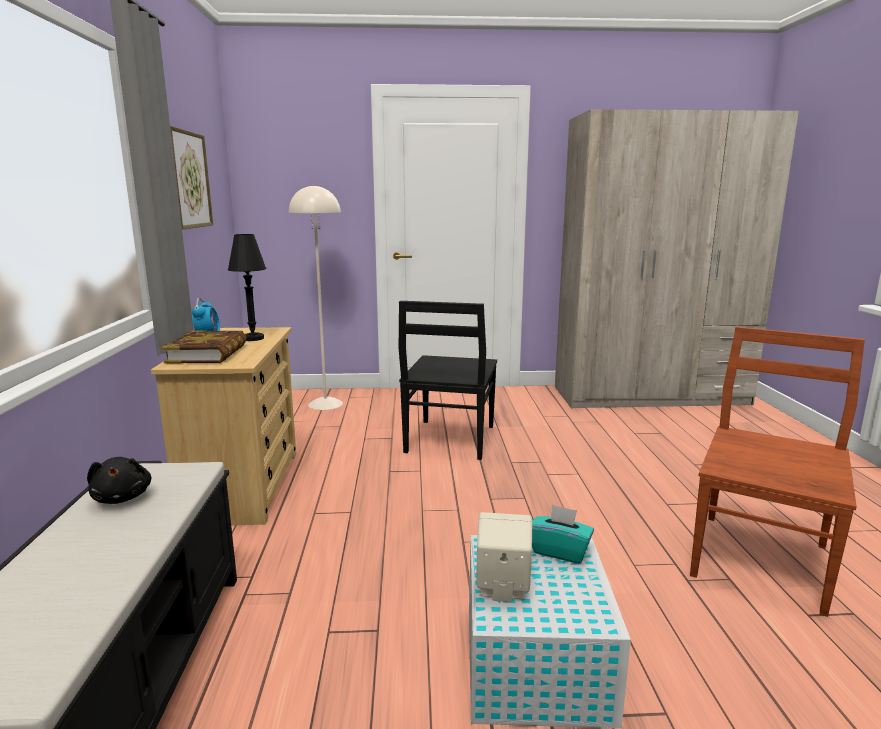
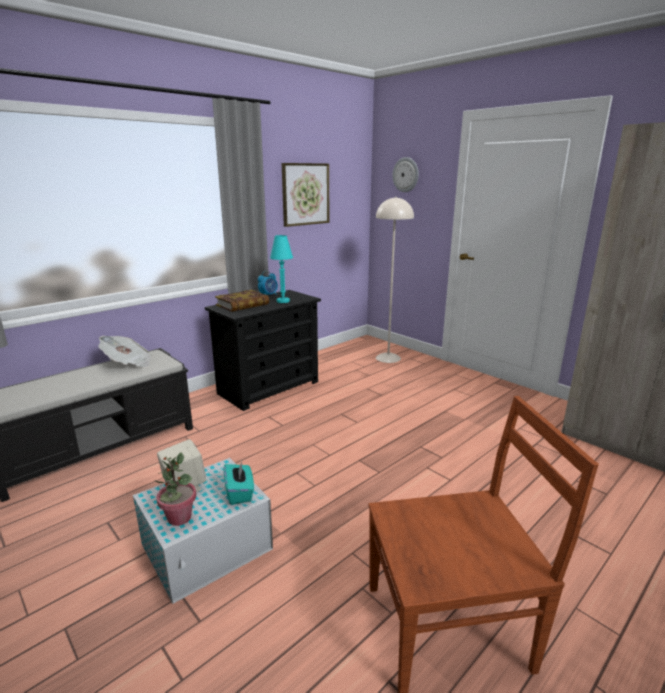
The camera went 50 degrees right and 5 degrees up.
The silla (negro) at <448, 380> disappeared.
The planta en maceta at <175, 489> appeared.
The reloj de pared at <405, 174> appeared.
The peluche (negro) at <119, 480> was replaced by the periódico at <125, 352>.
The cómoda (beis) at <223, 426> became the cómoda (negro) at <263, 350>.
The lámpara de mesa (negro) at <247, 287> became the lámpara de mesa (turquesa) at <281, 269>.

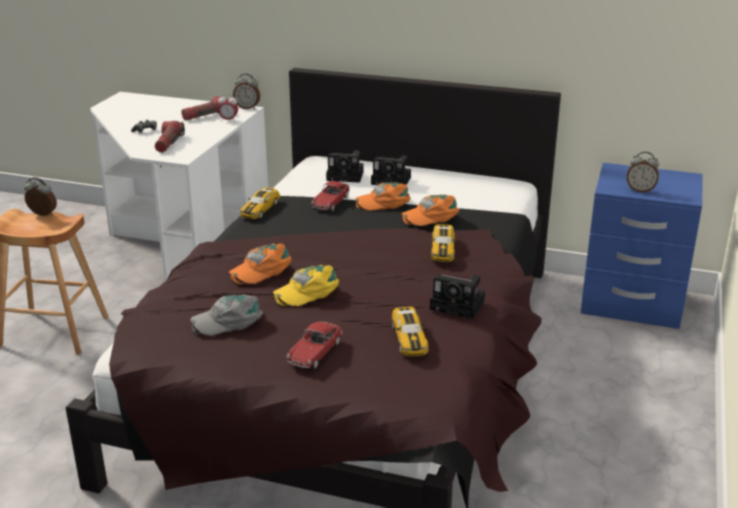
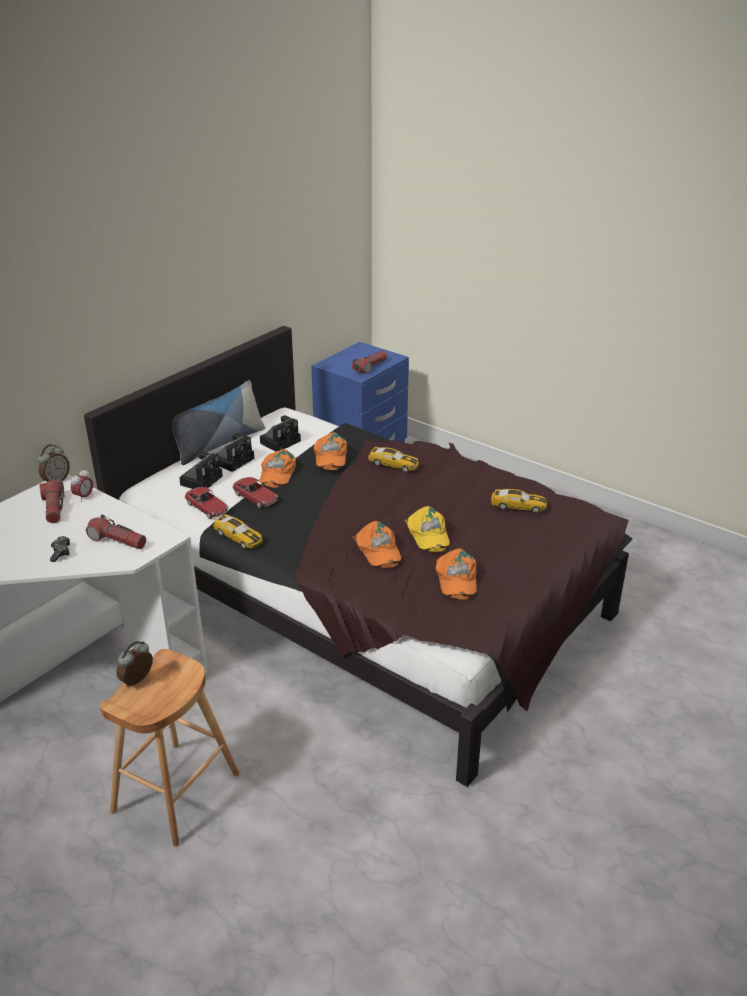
The camera went 70 degrees left and 5 degrees up.
The cojín at <218, 422> appeared.
The coche de juguete moved from <314, 345> to <206, 503>.
The cámara moved from <457, 296> to <280, 433>.
The despertador at <643, 172> was replaced by the linterna at <369, 362>.
The gorra (gris) at <226, 315> became the gorra (naranja) at <456, 574>.

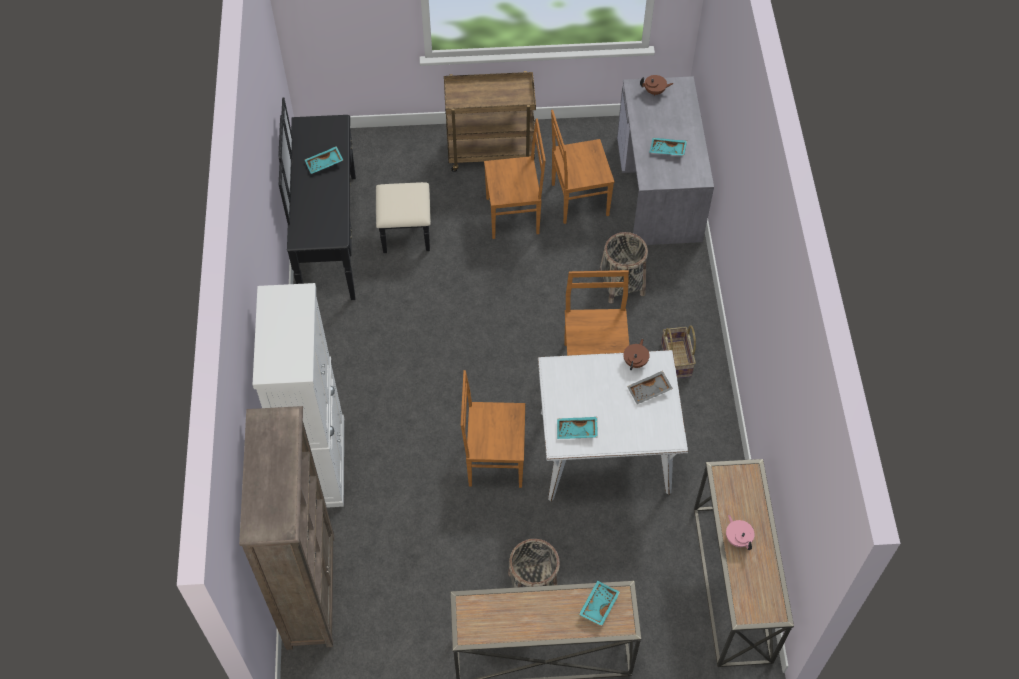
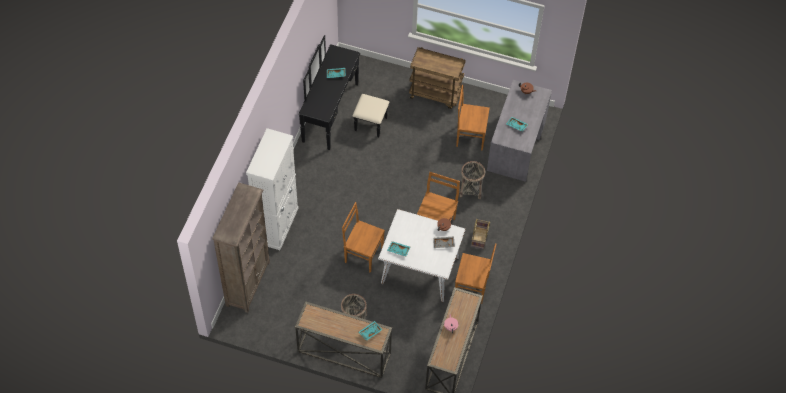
The camera went 20 degrees right and 0 degrees up.
The silla (marrón) moved from <515, 178> to <476, 273>.

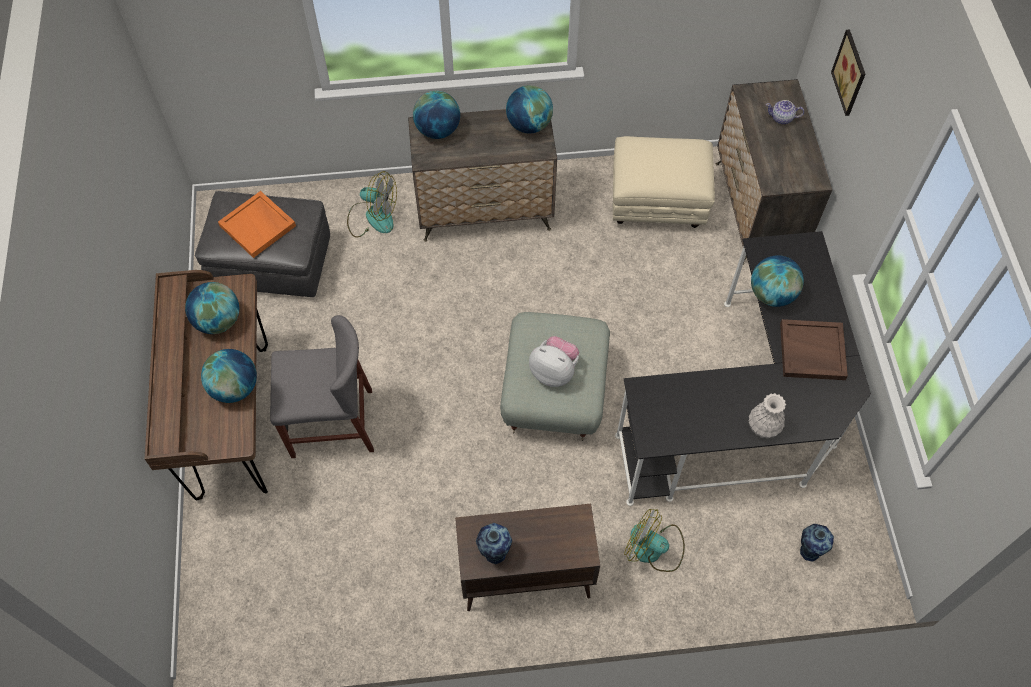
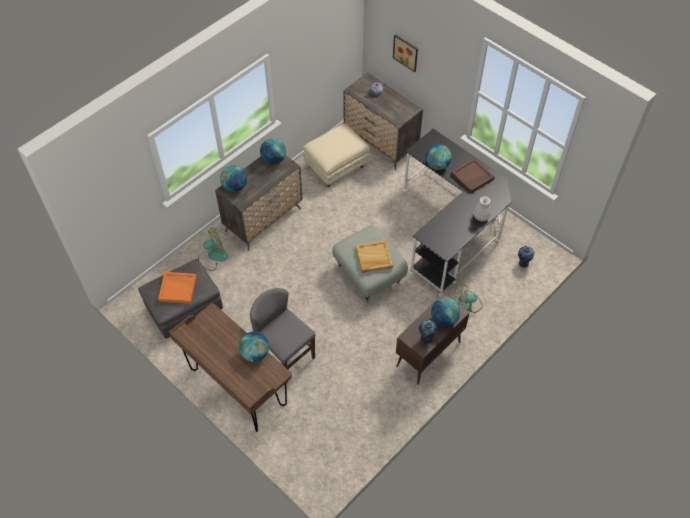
The camera went 40 degrees left and 5 degrees down.
The globo terráqueo moved from <212, 308> to <445, 312>.
The peluche at <554, 361> was replaced by the bandeja (beis) at <374, 256>.
The silla (gris) at <322, 386> turned 90 degrees counterclockwise.

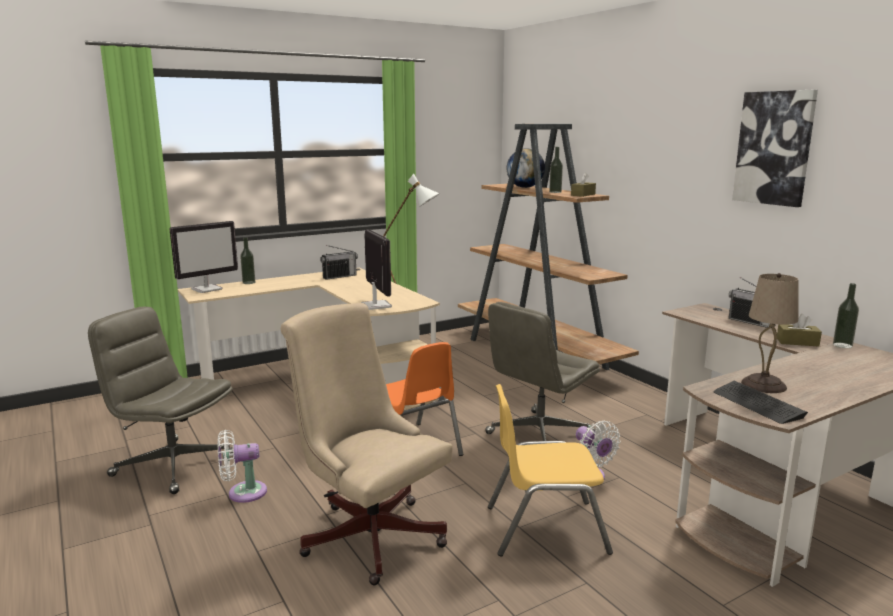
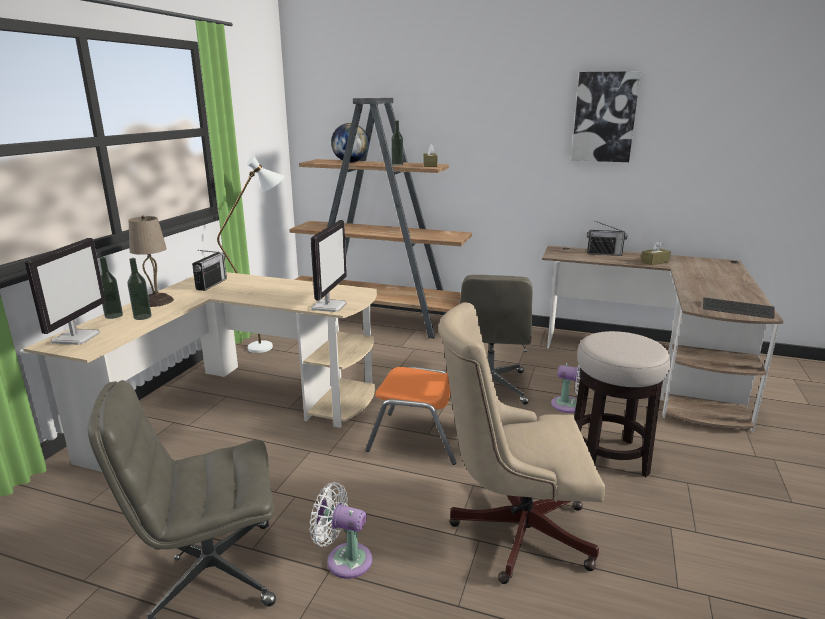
The camera went 40 degrees left and 5 degrees up.
The lámpara de mesa (beis) moved from <769, 333> to <151, 261>.
The botella moved from <846, 315> to <139, 289>.
The silla (amarillo) at <550, 470> was replaced by the taburete at <622, 404>.
The ventilador (blanco) at <242, 466> turned 75 degrees clockwise.
The monitor at <376, 269> turned 75 degrees clockwise.

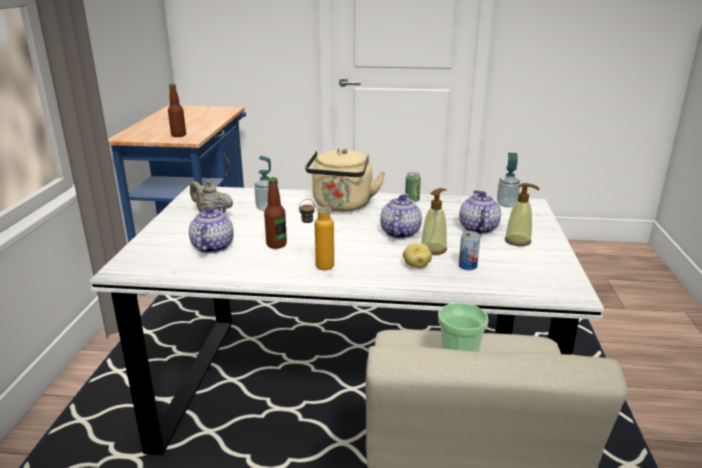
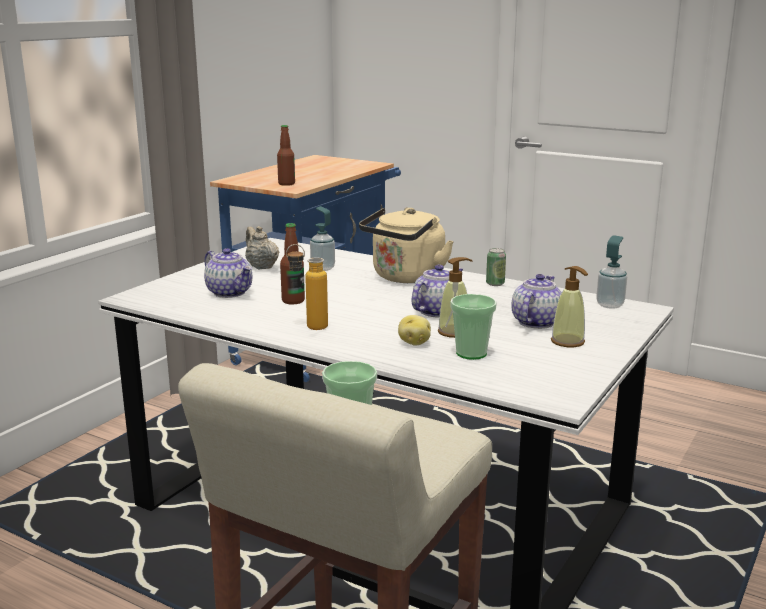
The camera went 25 degrees right and 5 degrees down.
The lata at <469, 250> was replaced by the taza at <473, 327>.
The tetera at <211, 229> turned 105 degrees clockwise.

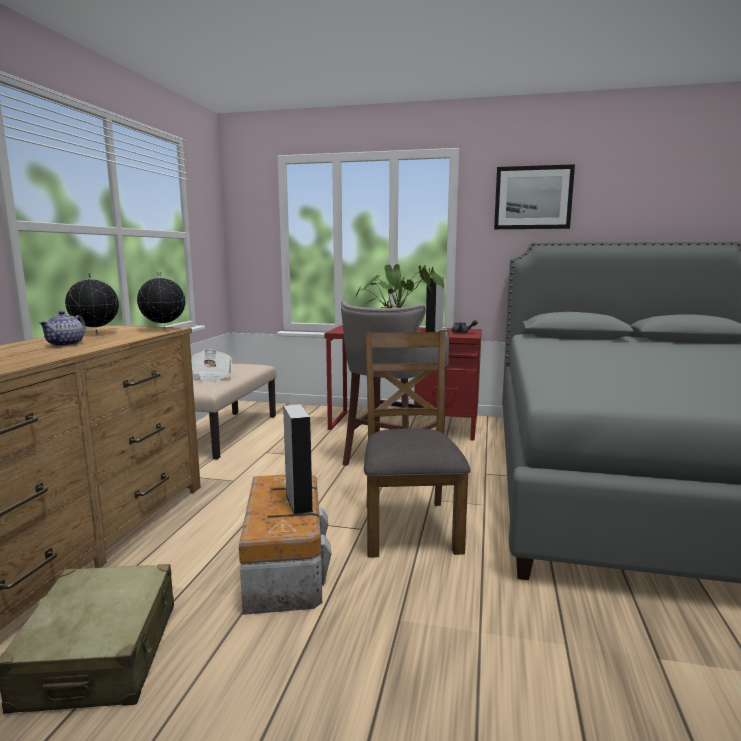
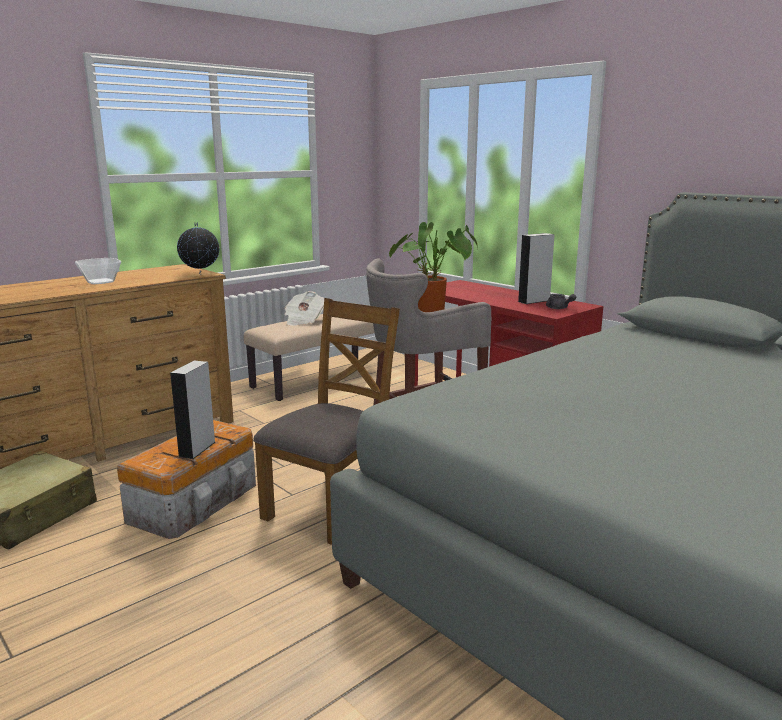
The camera went 35 degrees right and 5 degrees up.
The globo terráqueo at <92, 303> disappeared.
The cuadro at <534, 196> disappeared.
The tetera at <62, 328> was replaced by the cuenco at <98, 271>.

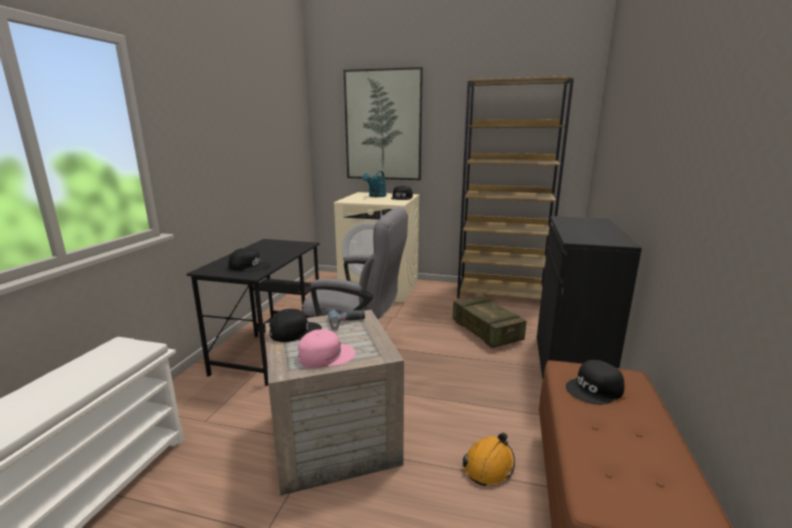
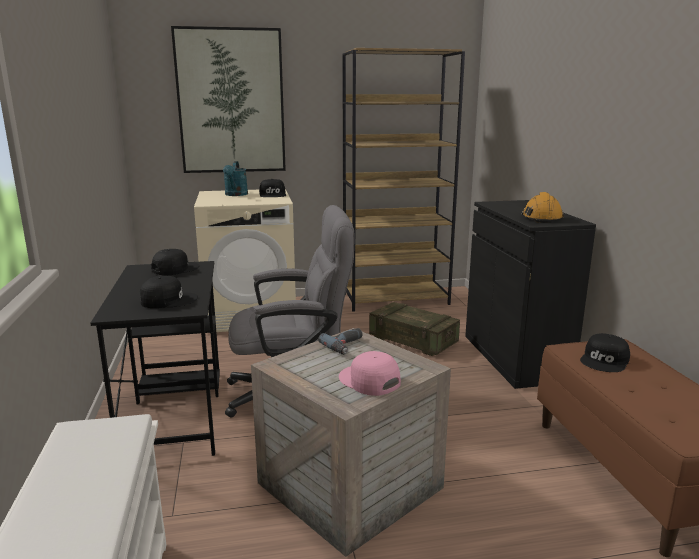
The camera went 25 degrees left and 0 degrees up.
The gorra (negro) moved from <295, 325> to <175, 262>.
The casco (naranja) moved from <489, 459> to <542, 207>.
The gorra (rosa) at <327, 348> turned 90 degrees counterclockwise.

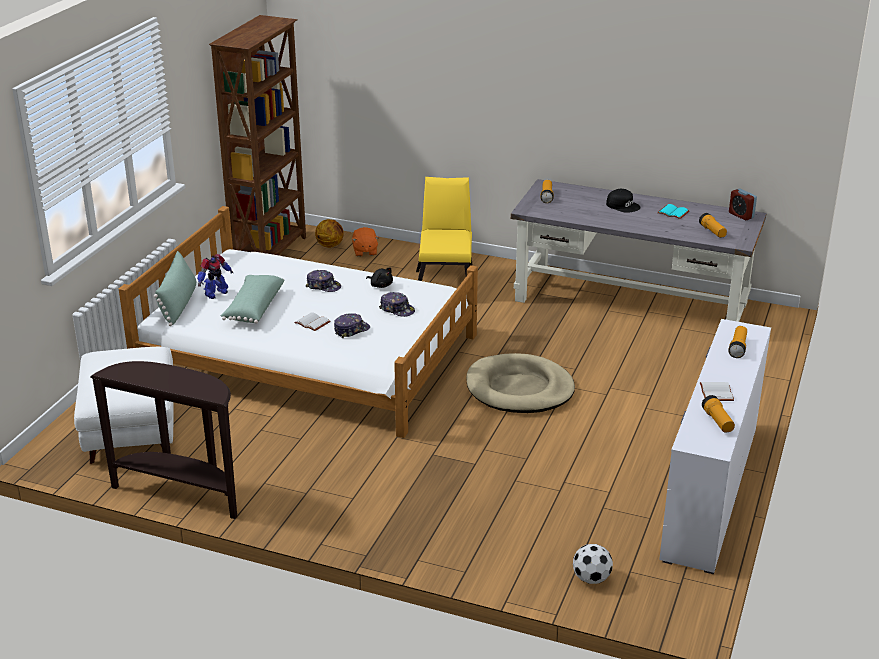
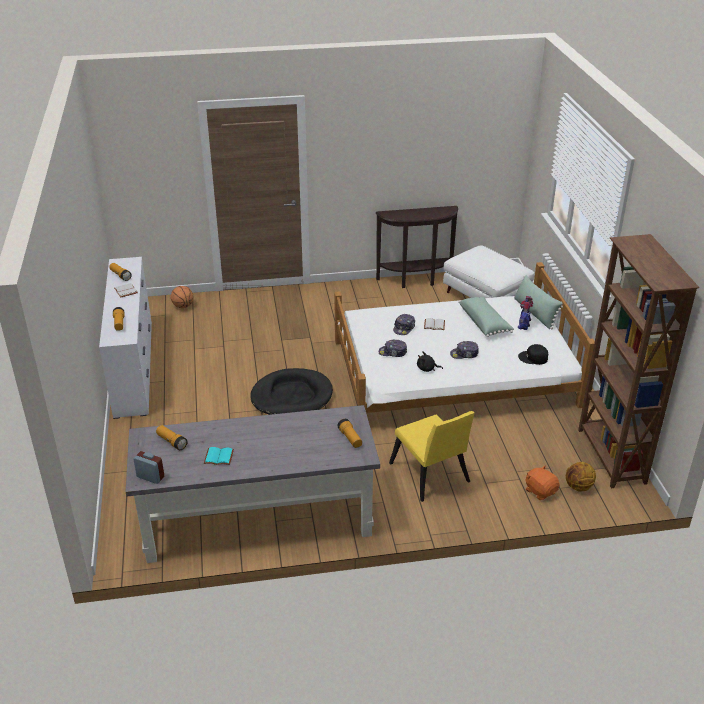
The camera went 150 degrees right and 5 degrees up.
The gorra (negro) moved from <623, 200> to <533, 354>.
The balón de fútbol at <593, 564> was replaced by the balón de baloncesto at <182, 297>.
The cama para perro (beis) at <520, 383> became the cama para perro (negro) at <291, 391>.

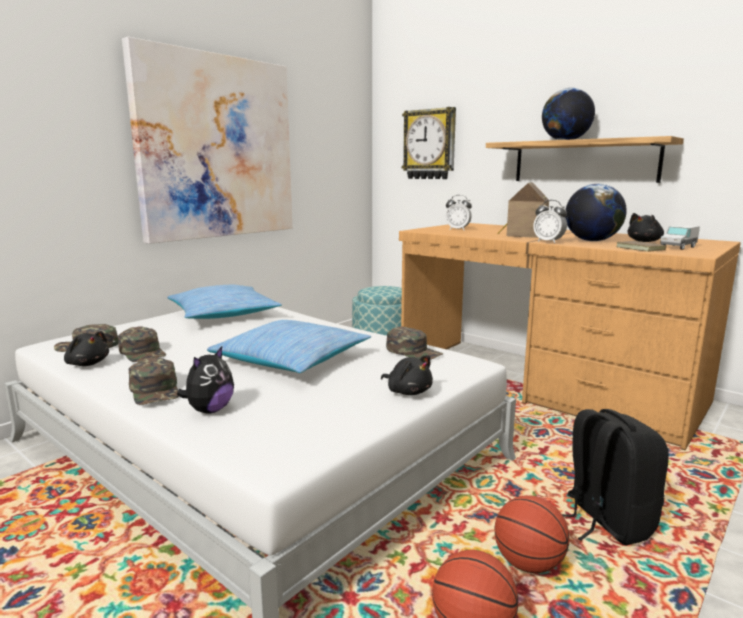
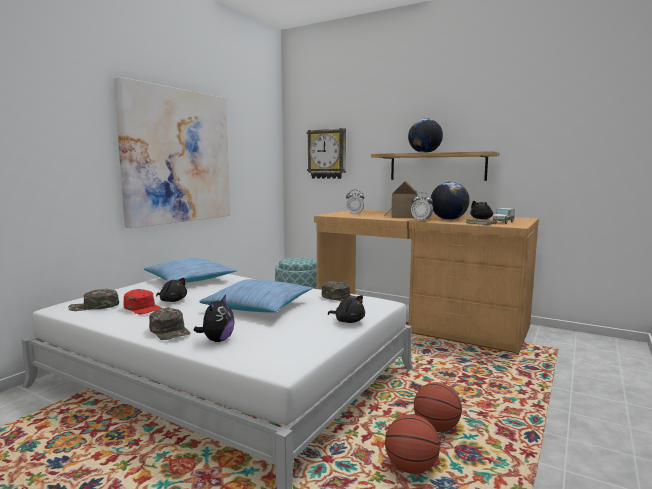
The camera went 10 degrees left and 5 degrees down.
The mochila (negro) at <615, 477> disappeared.
The peluche (negro) moved from <86, 348> to <171, 290>.
The gorra (verde) at <142, 344> became the gorra (rojo) at <142, 301>.

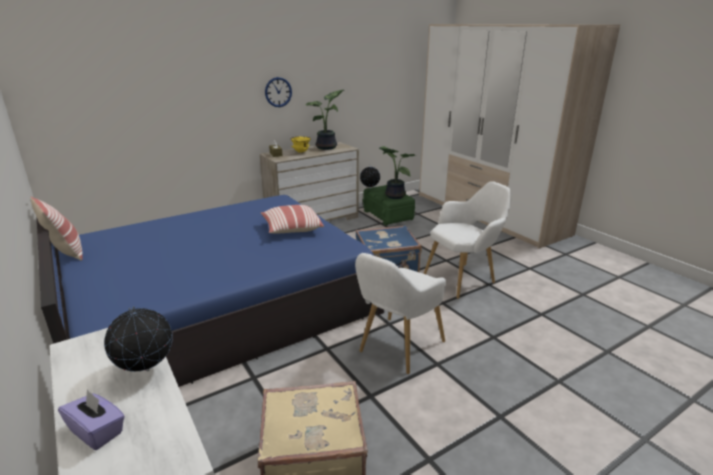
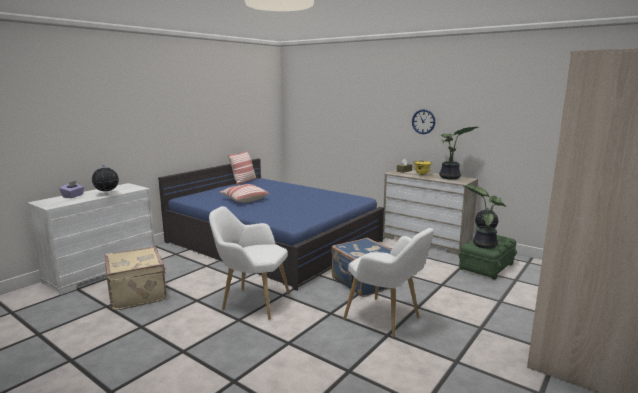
The camera went 70 degrees right and 10 degrees down.
The cojín moved from <292, 219> to <245, 193>.

